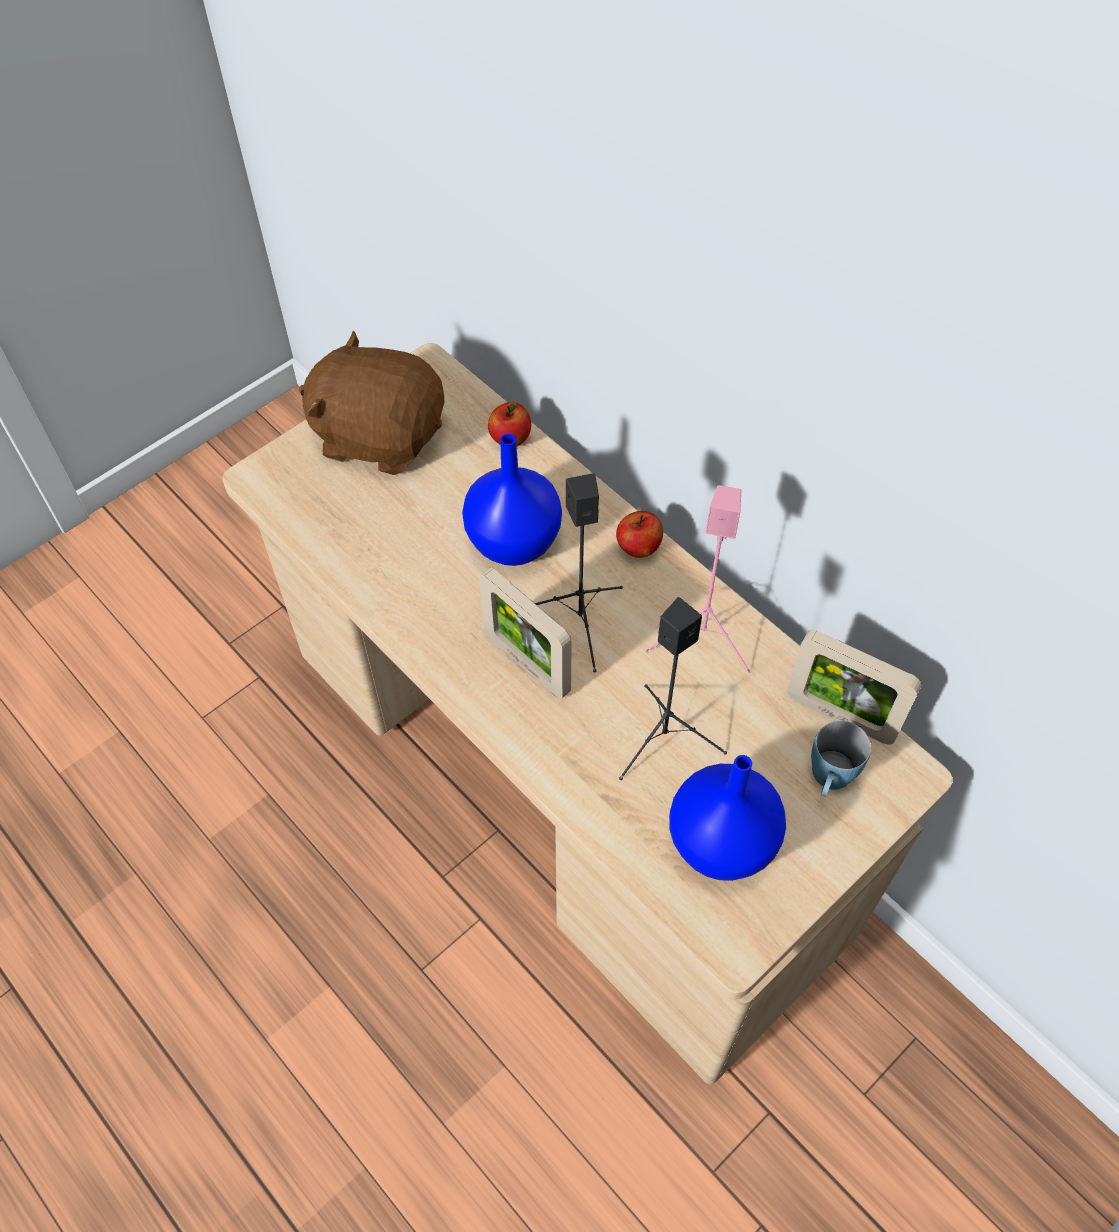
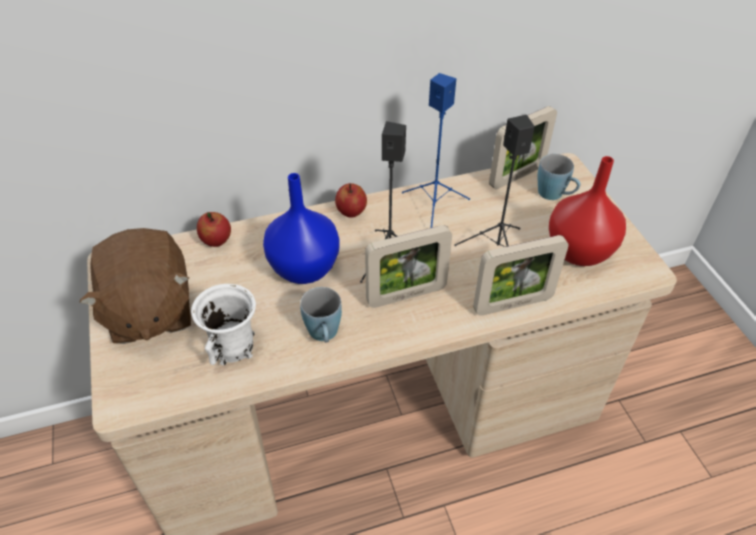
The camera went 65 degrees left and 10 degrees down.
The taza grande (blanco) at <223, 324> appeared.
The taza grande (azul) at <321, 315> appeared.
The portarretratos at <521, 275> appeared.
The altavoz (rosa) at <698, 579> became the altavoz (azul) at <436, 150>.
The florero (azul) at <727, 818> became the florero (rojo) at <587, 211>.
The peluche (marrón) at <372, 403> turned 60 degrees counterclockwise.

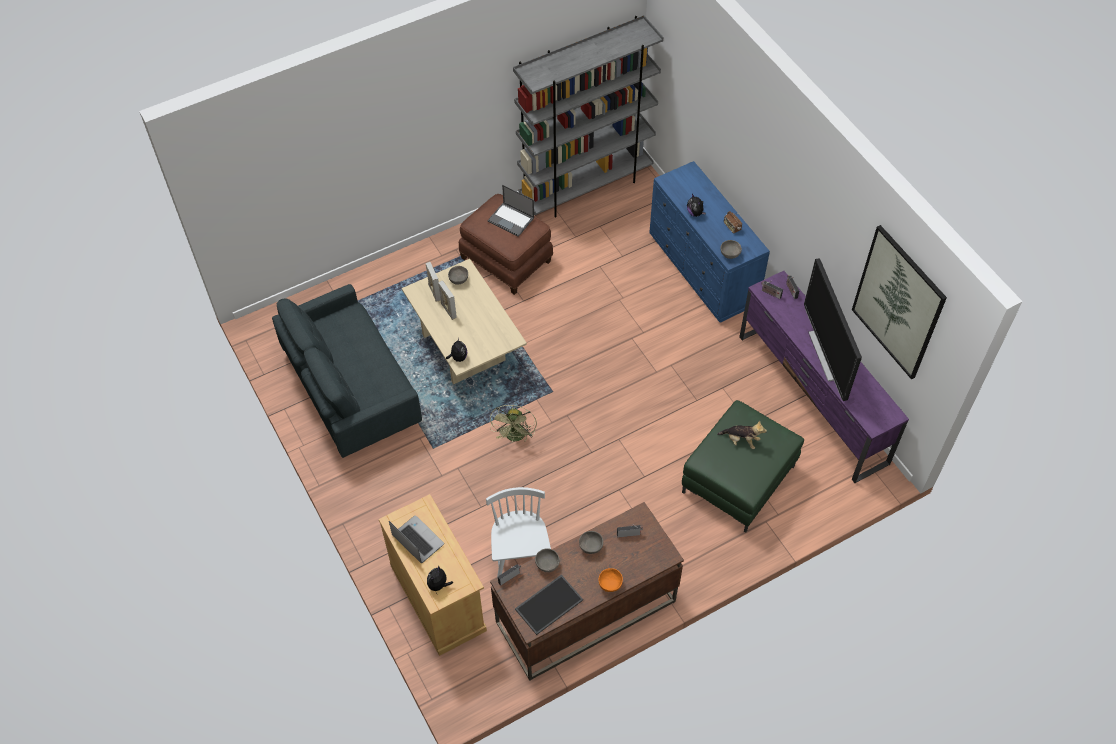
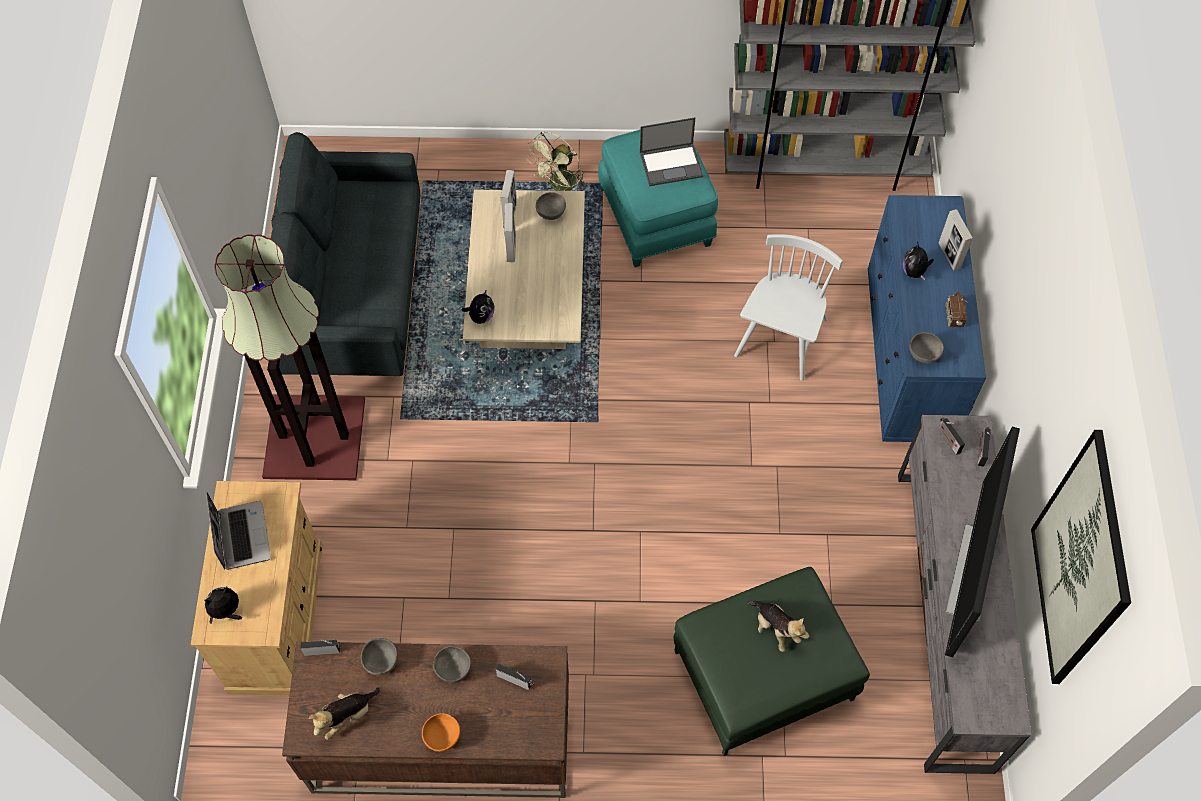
The camera went 30 degrees right and 5 degrees up.
The lámpara de pie at <290, 357> appeared.
The portarretratos at <956, 240> appeared.
The silla (blanco) moved from <518, 532> to <788, 307>.
The ventilador (verde) moved from <513, 423> to <556, 161>.
The bandeja at <549, 604> was replaced by the peluche at <344, 713>.
The puf (marrón) at <506, 244> became the puf (turquesa) at <658, 198>.
The mueble de televisión (morado) at <824, 377> became the mueble de televisión (gris) at <964, 594>.
The portátil at <511, 211> turned 75 degrees counterclockwise.

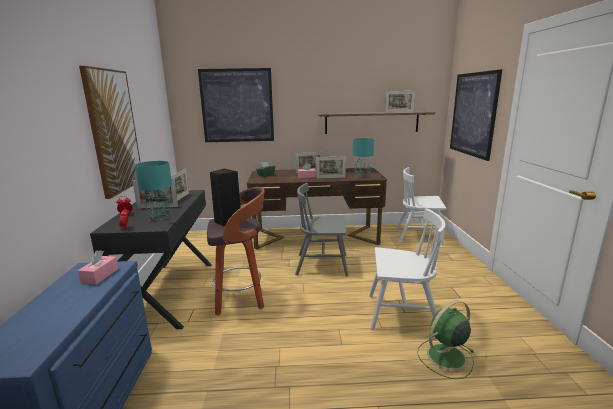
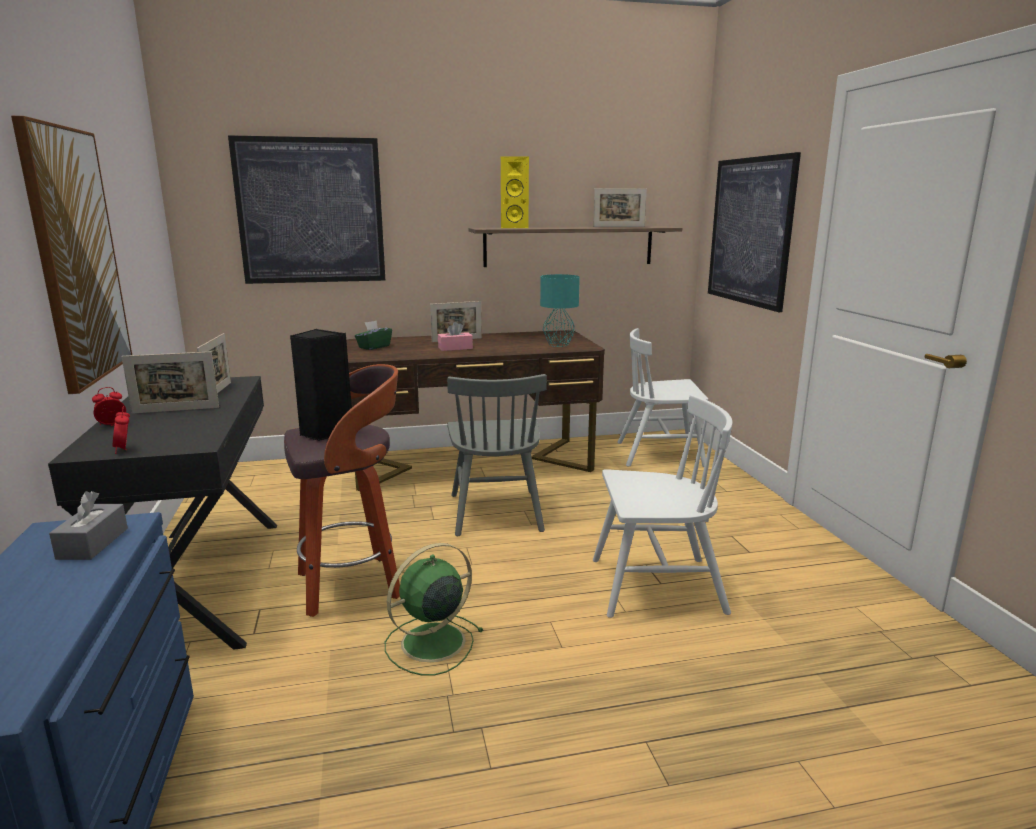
The camera went 10 degrees left and 0 degrees up.
The lámpara de mesa (turquesa) at <153, 190> disappeared.
The portarretratos at <331, 167> disappeared.
The altavoz (amarillo) at <514, 192> appeared.
The ventilador (verde) moved from <445, 339> to <434, 609>.
The caja de pañuelos (rosa) at <98, 267> became the caja de pañuelos (gris) at <88, 525>.
The silla (gris) at <321, 229> turned 90 degrees counterclockwise.

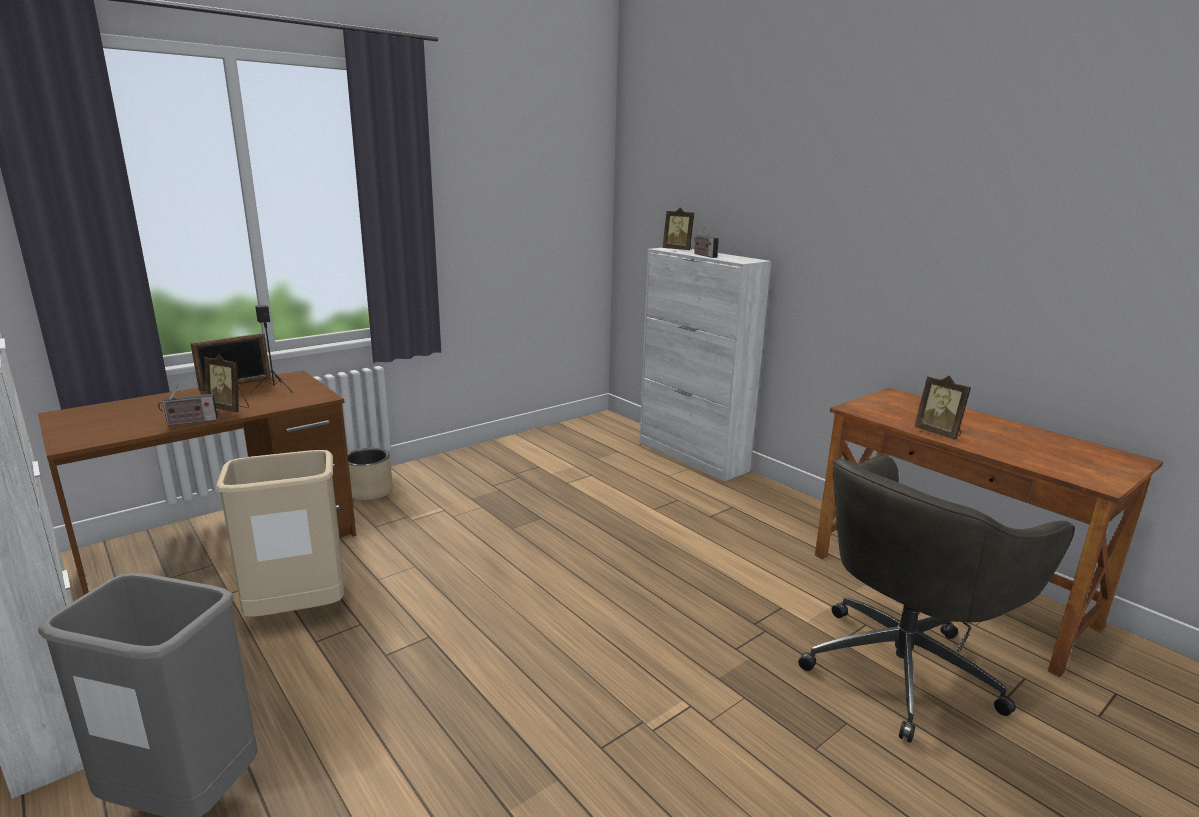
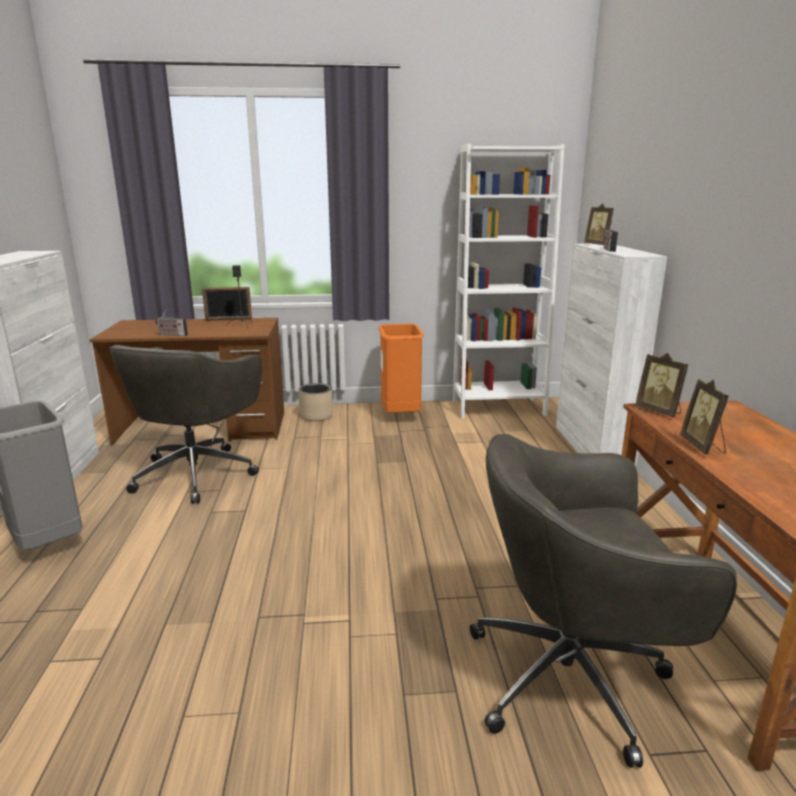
The camera went 35 degrees right and 0 degrees up.
The papelera (naranja) at <401, 368> appeared.
The estantería (blanco) at <509, 281> appeared.
The portarretratos moved from <226, 383> to <661, 385>.
The papelera (beis) at <280, 533> was replaced by the silla de oficina (gris) at <185, 424>.

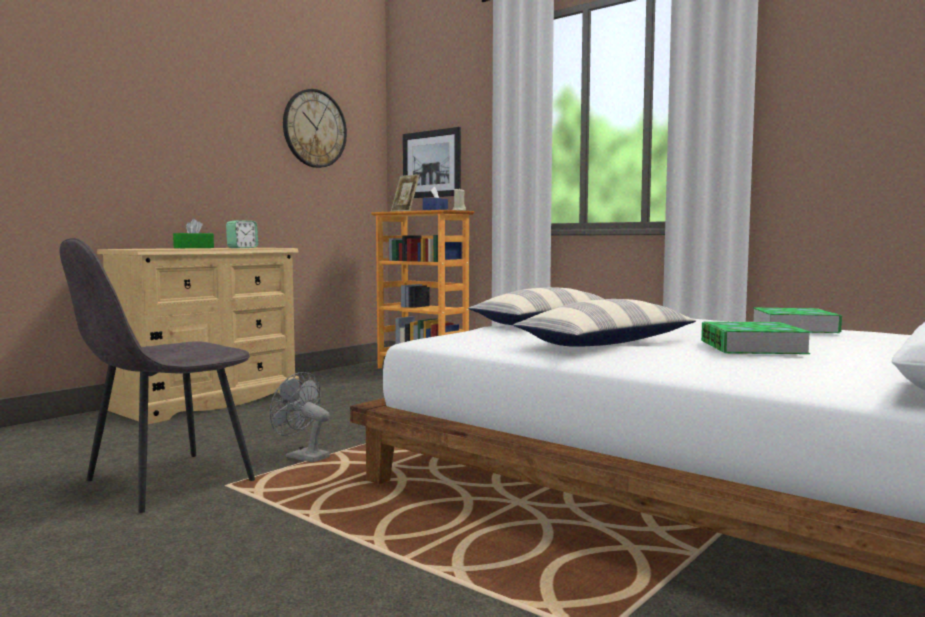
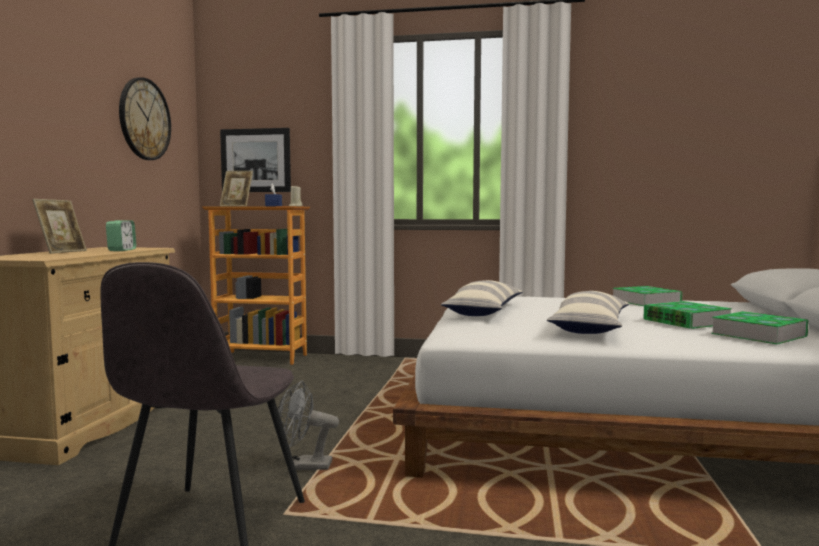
The camera went 30 degrees left and 0 degrees up.
The libro at <760, 327> appeared.
The caja de pañuelos (verde) at <193, 233> was replaced by the portarretratos at <59, 226>.

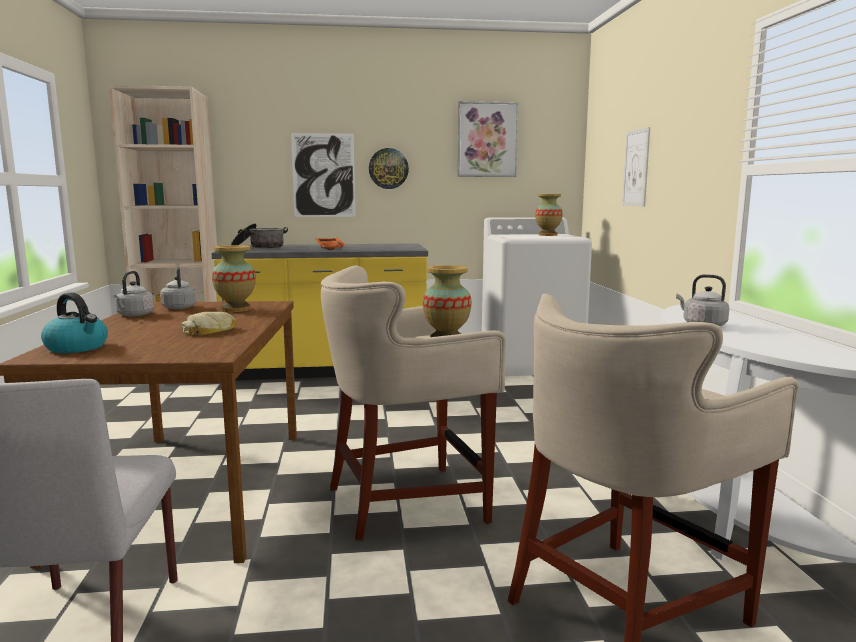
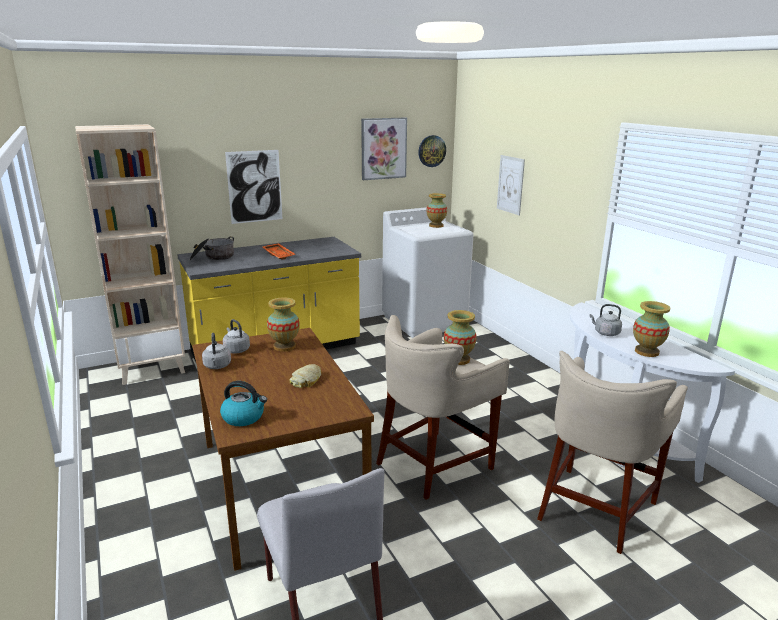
The camera went 20 degrees left and 10 degrees up.
The florero at <651, 329> appeared.
The reloj de pared moved from <389, 168> to <432, 151>.

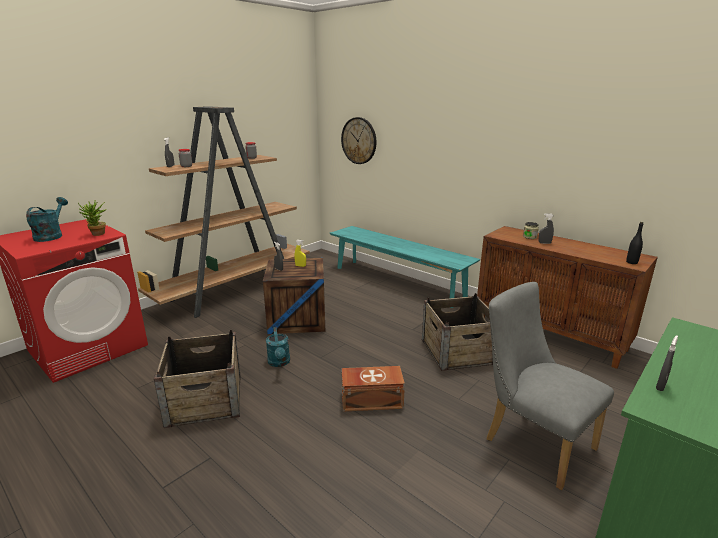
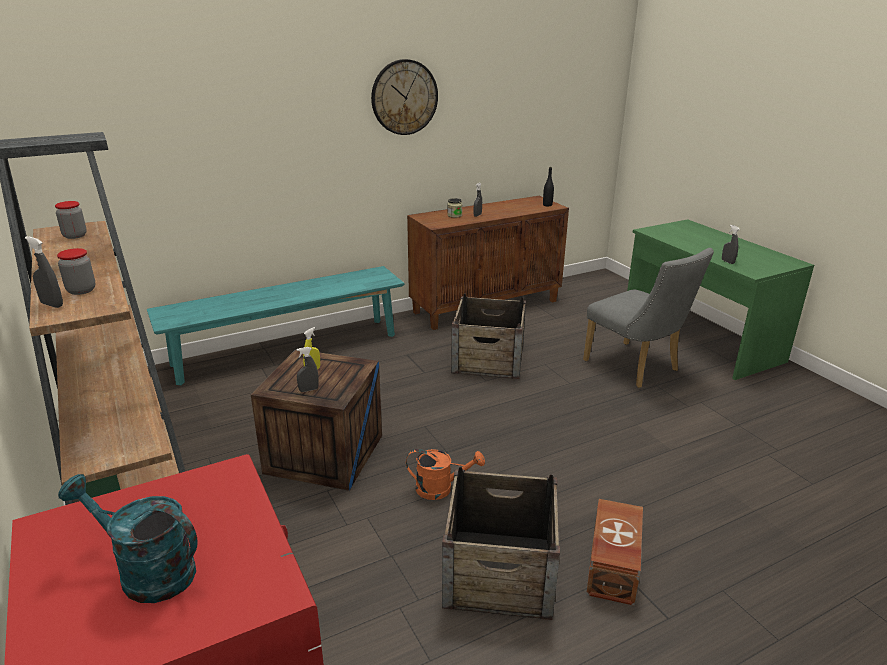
The camera went 70 degrees left and 5 degrees up.
The planta en maceta at <92, 218> disappeared.
The reloj de pared moved from <359, 140> to <404, 97>.
The caja de almacenaje (marrón) moved from <373, 389> to <614, 552>.
The regadera (turquesa) at <278, 347> became the regadera (naranja) at <445, 474>.
The silla (gris) at <550, 386> turned 105 degrees counterclockwise.

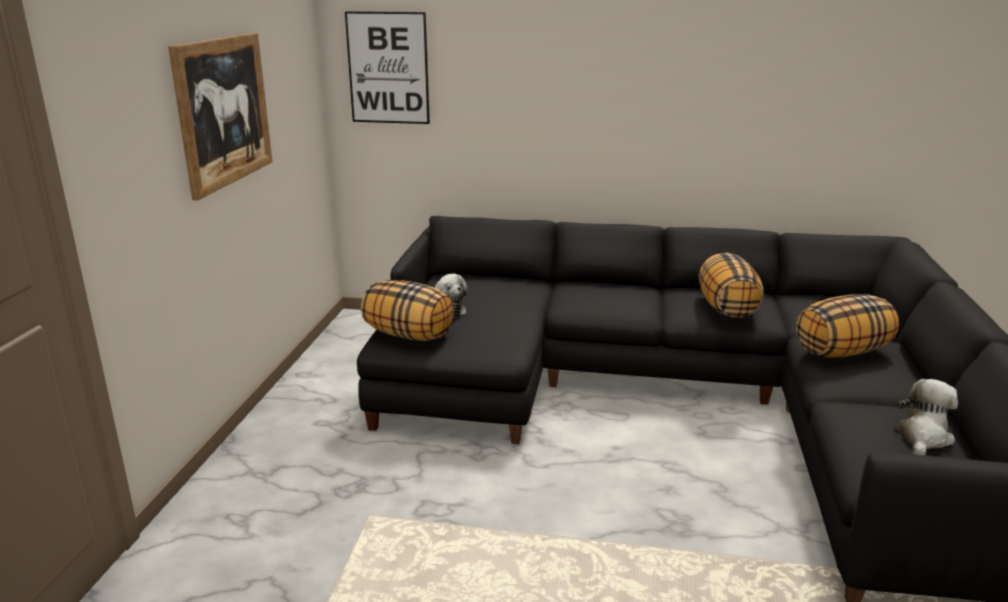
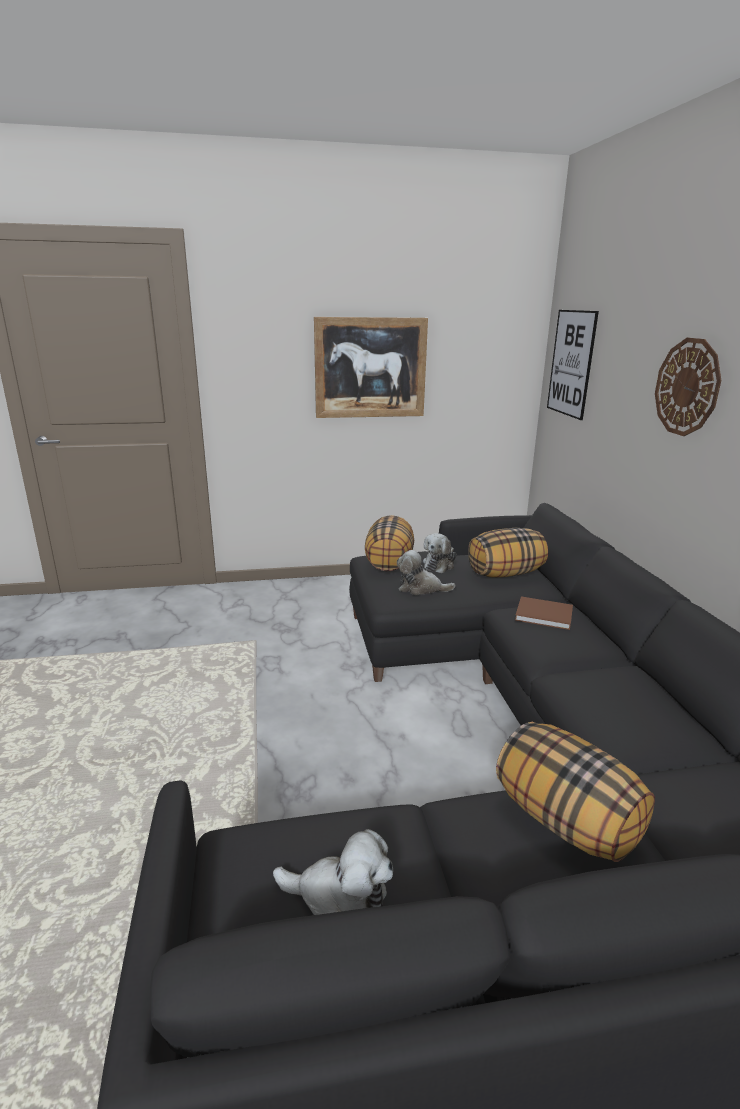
The camera went 70 degrees right and 0 degrees up.
The peluche at <426, 572> appeared.
The libro (marrón) at <544, 613> appeared.
The reloj de pared at <688, 387> appeared.
The cojín moved from <731, 285> to <508, 552>.

